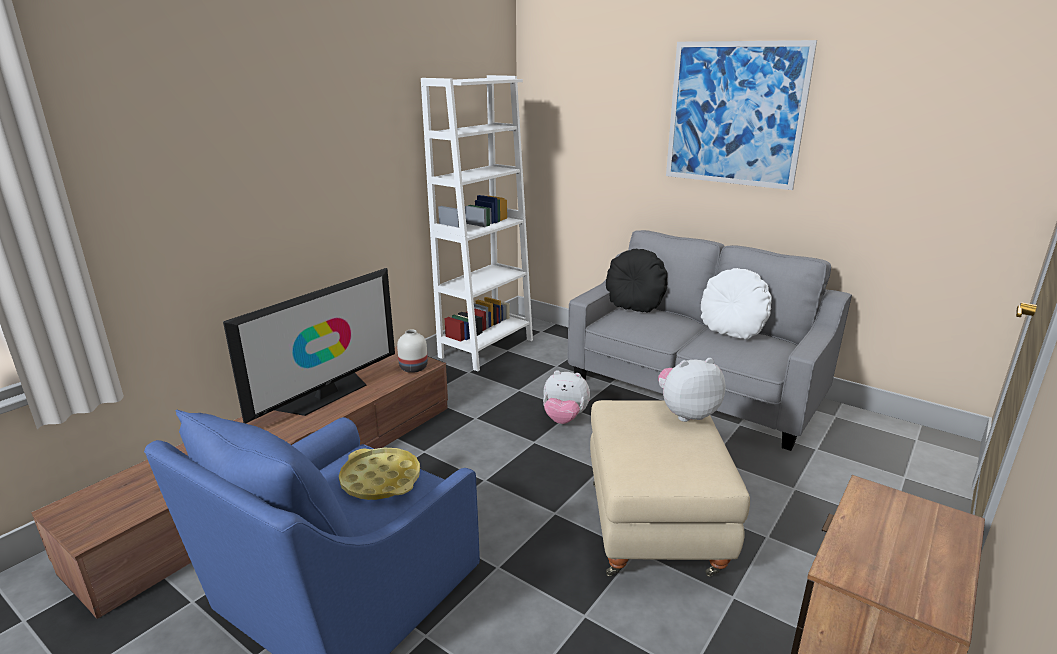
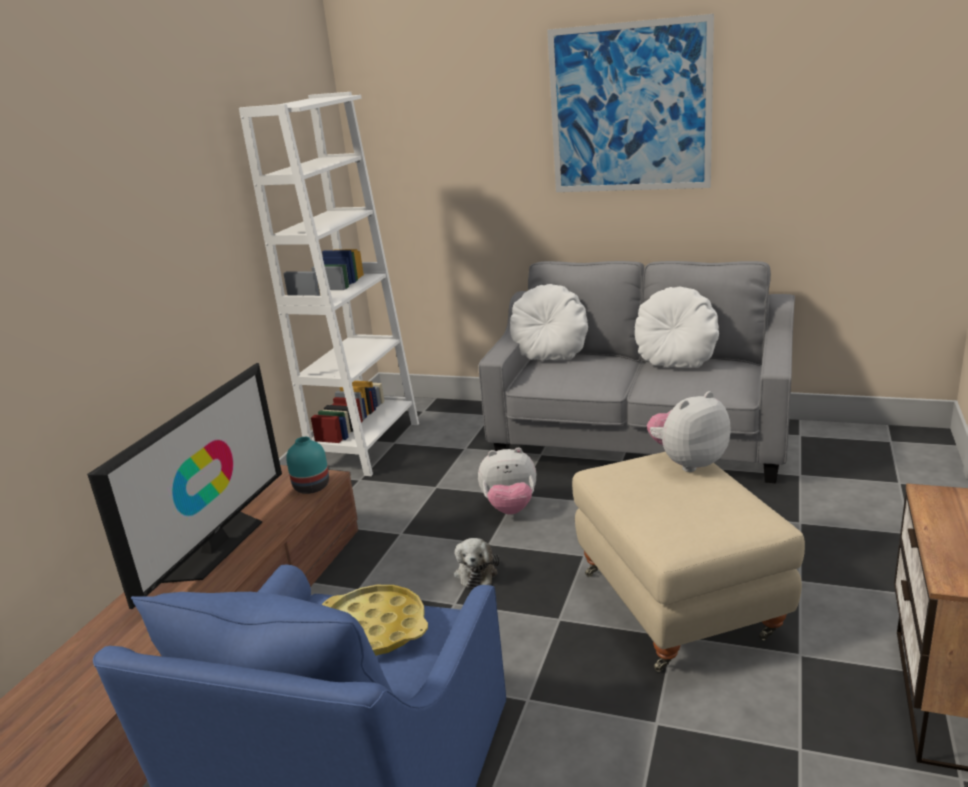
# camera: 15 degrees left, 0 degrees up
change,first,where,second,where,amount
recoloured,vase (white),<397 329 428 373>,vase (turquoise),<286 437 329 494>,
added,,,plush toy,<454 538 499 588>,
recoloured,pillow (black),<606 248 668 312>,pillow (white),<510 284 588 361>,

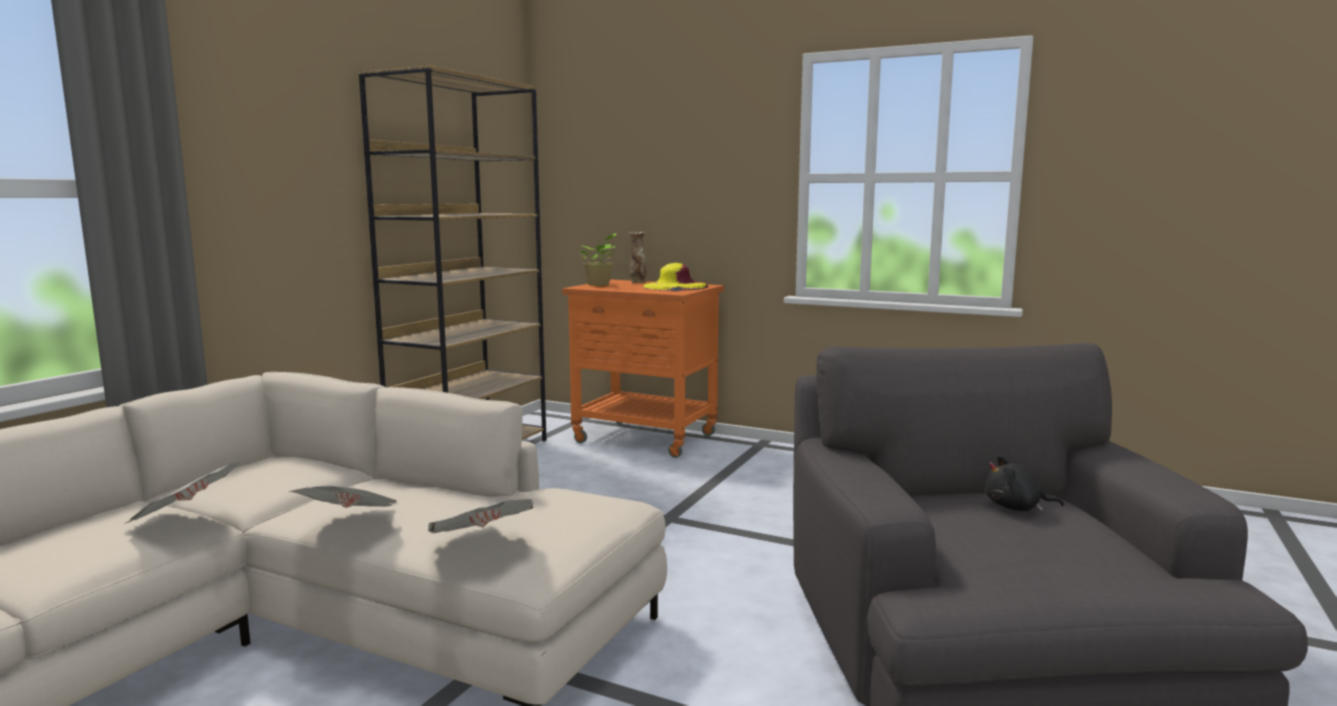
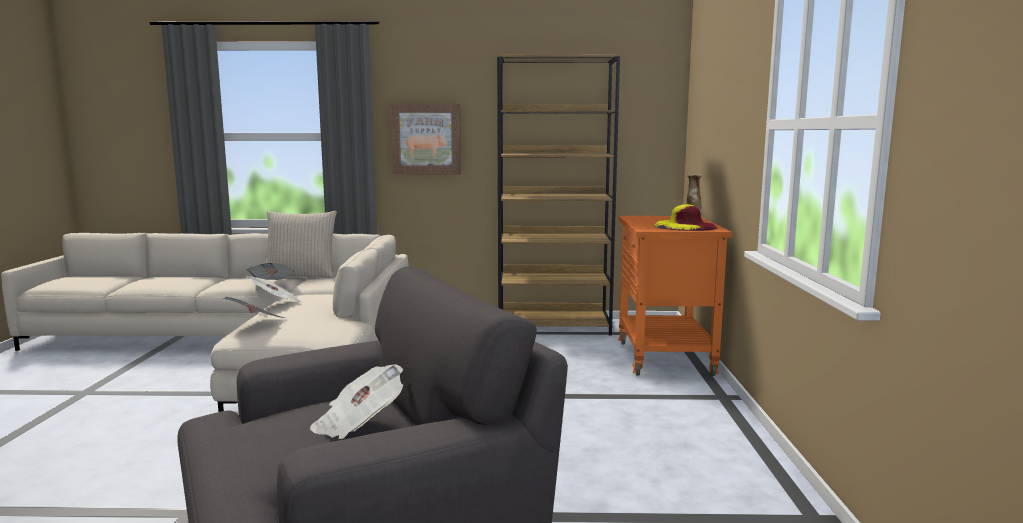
# camera: 65 degrees right, 0 degrees up
change,first,where,second,where,amount
added,,,pillow (beige),<266 211 337 278>,
replaced,plush toy (black),<985 455 1064 511>,newspaper,<310 364 403 439>,
added,,,picture,<390 104 461 174>,
removed,potted plant,<579 233 616 286>,,,

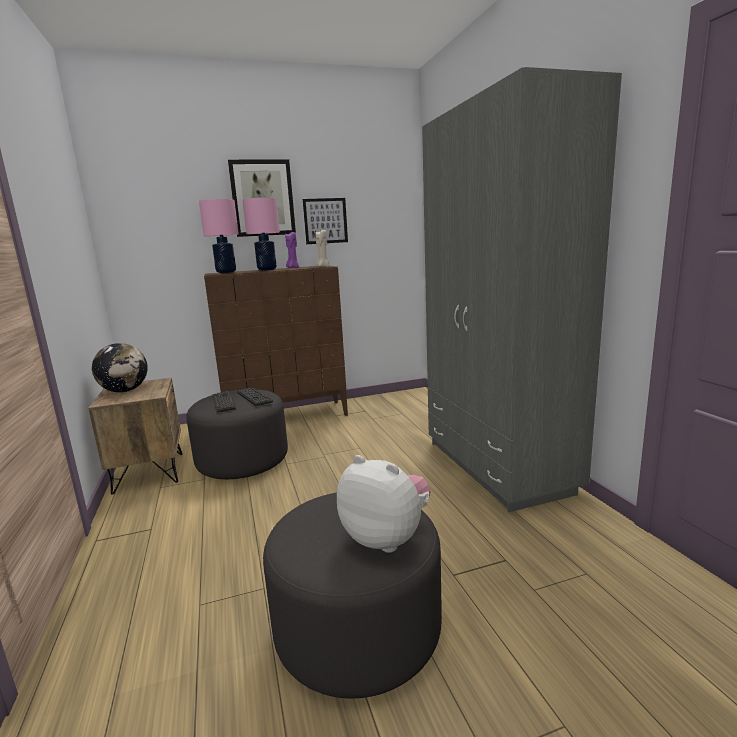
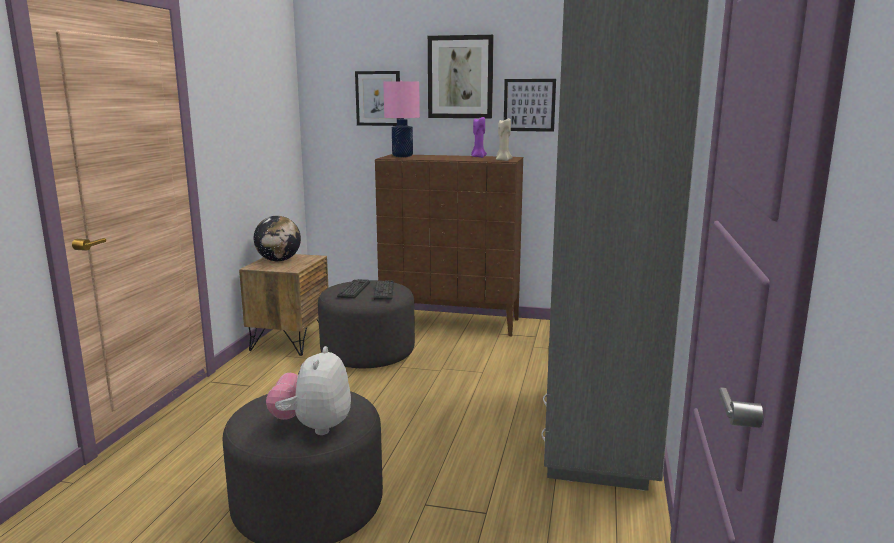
# camera: 30 degrees right, 0 degrees up
change,first,where,second,where,amount
turned,plush toy,<337 455 431 553>,,<266 346 351 435>,150 degrees counterclockwise
added,,,picture,<355 71 400 126>,
removed,table lamp (pink),<242 198 280 271>,,,

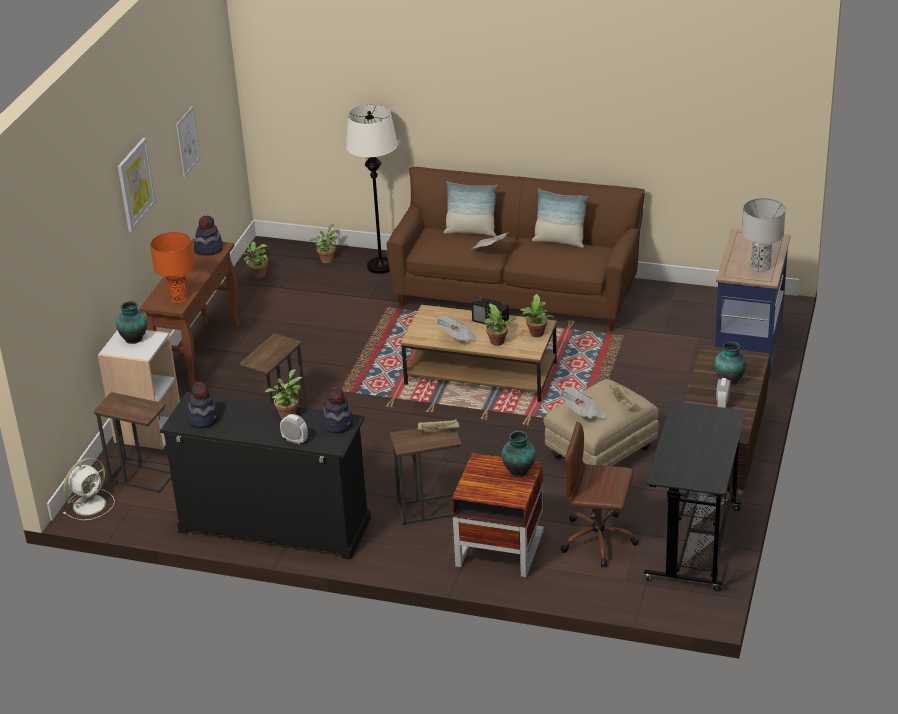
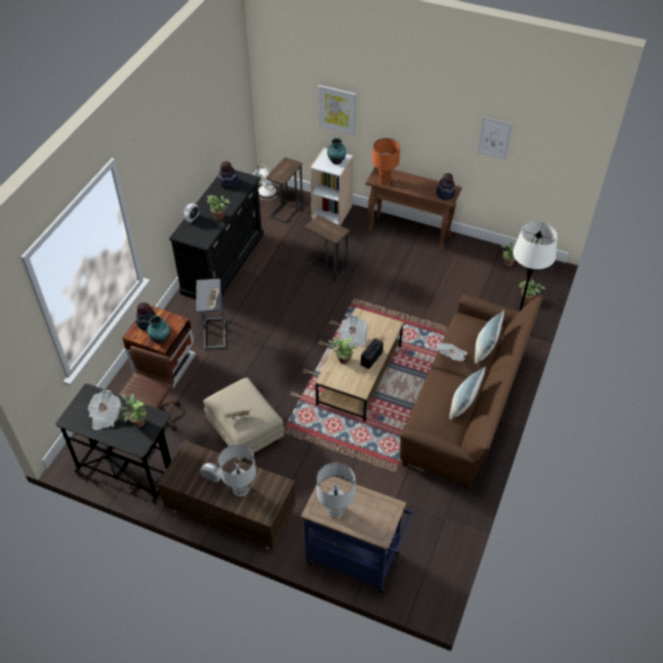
# camera: 95 degrees right, 15 degrees up
change,first,where,second,where,amount
moved,newspaper,<559 387 605 418>,,<88 390 121 430>,
moved,potted plant,<519 294 554 337>,,<121 394 146 427>,
moved,hat,<322 387 354 433>,,<136 302 157 331>,
recoloured,side table (brown),<390 428 461 525>,side table (grey),<196 279 225 349>,
replaced,vase,<715 342 746 385>,table lamp (white),<218 444 256 497>,
moved,picture,<118 138 156 232>,,<318 85 356 135>,

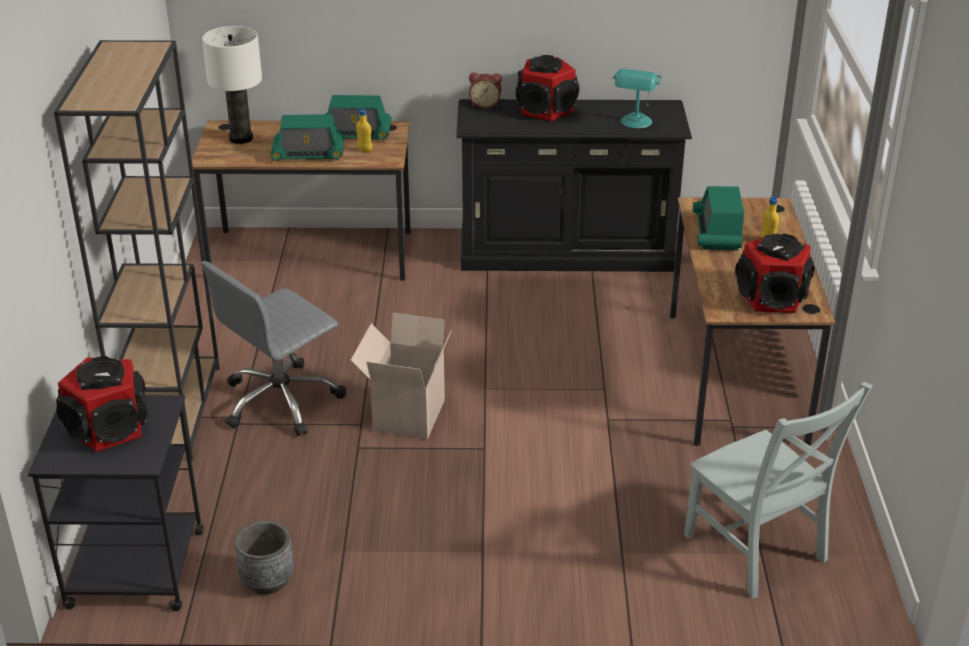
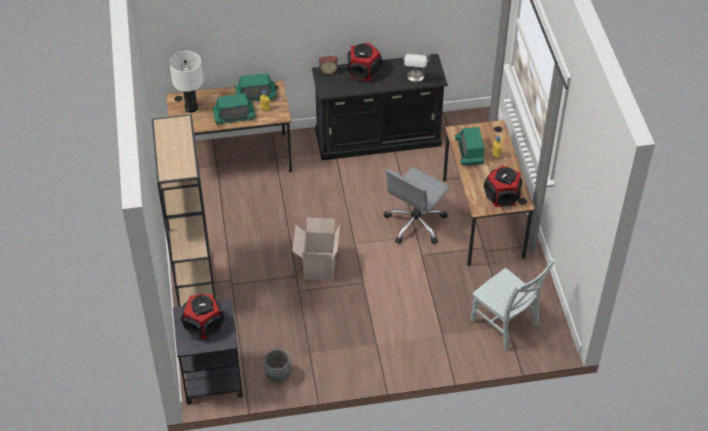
# camera: 10 degrees left, 15 degrees up
change,first,where,second,where,amount
moved,office chair (grey),<201 261 346 436>,,<384 167 450 244>,
recoloured,table lamp (turquoise),<613 69 662 128>,table lamp (white),<403 53 430 82>,

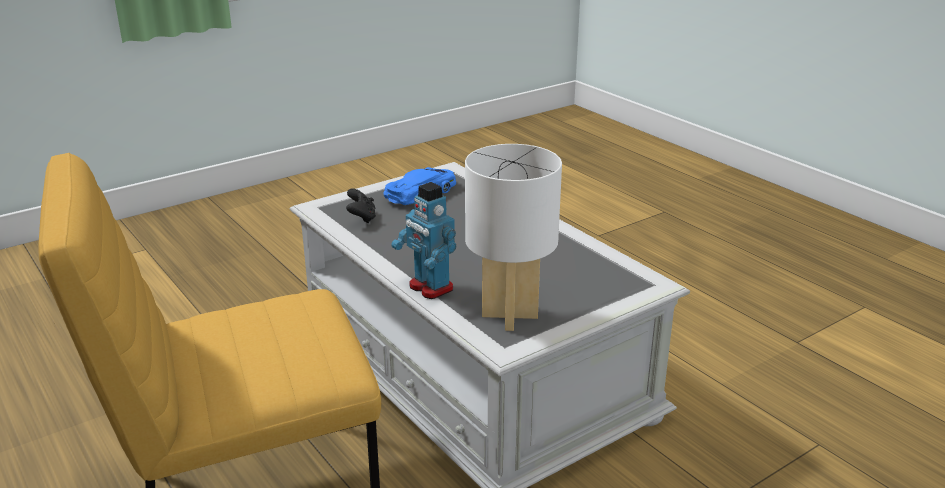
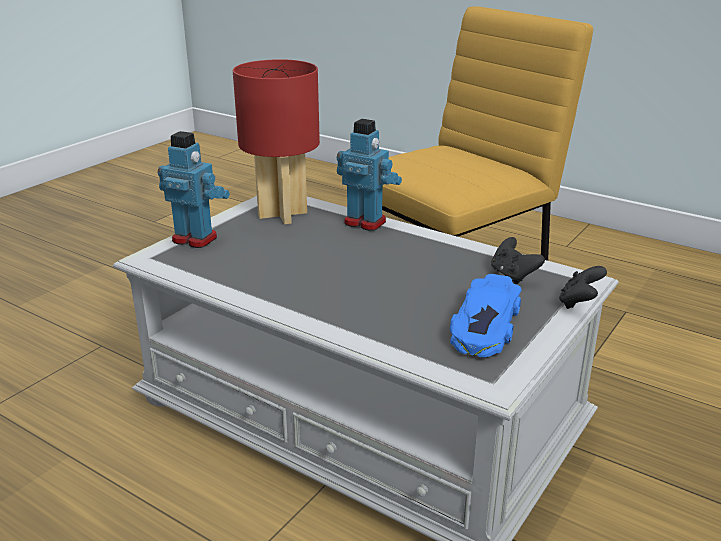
# camera: 160 degrees right, 0 degrees up
change,first,where,second,where,amount
added,,,toy robot,<158 131 230 248>,
recoloured,table lamp (white),<465 144 562 331>,table lamp (red),<233 59 320 224>,
added,,,game controller (black),<559 266 607 309>,

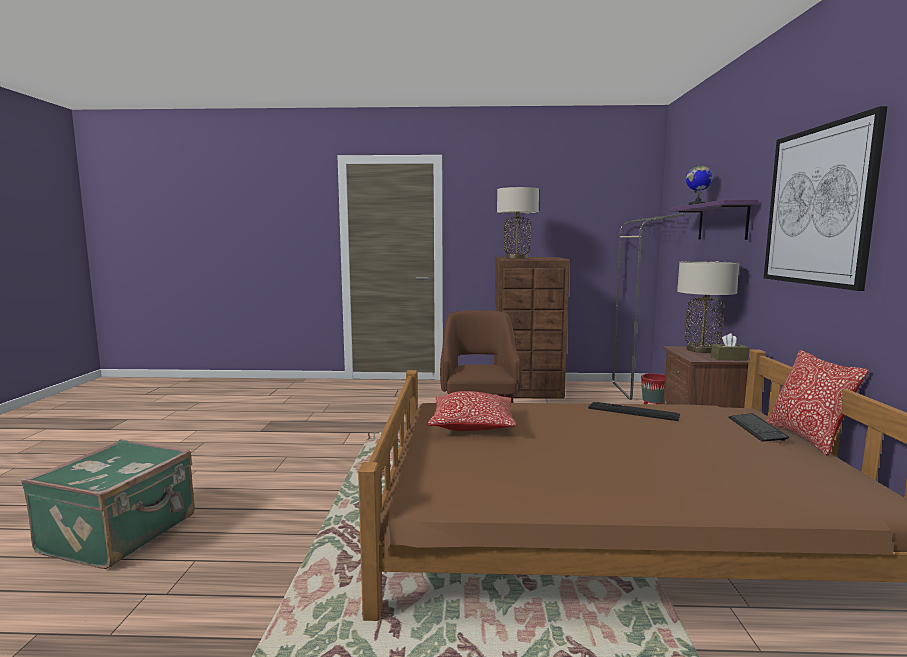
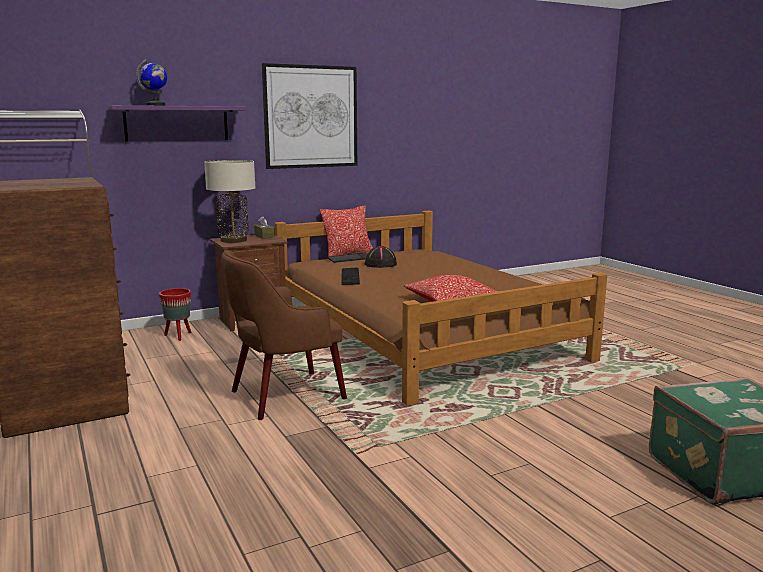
# camera: 120 degrees left, 5 degrees up
change,first,where,second,where,amount
added,,,hat (black),<364 246 397 268>,
removed,table lamp,<497 187 539 259>,,,

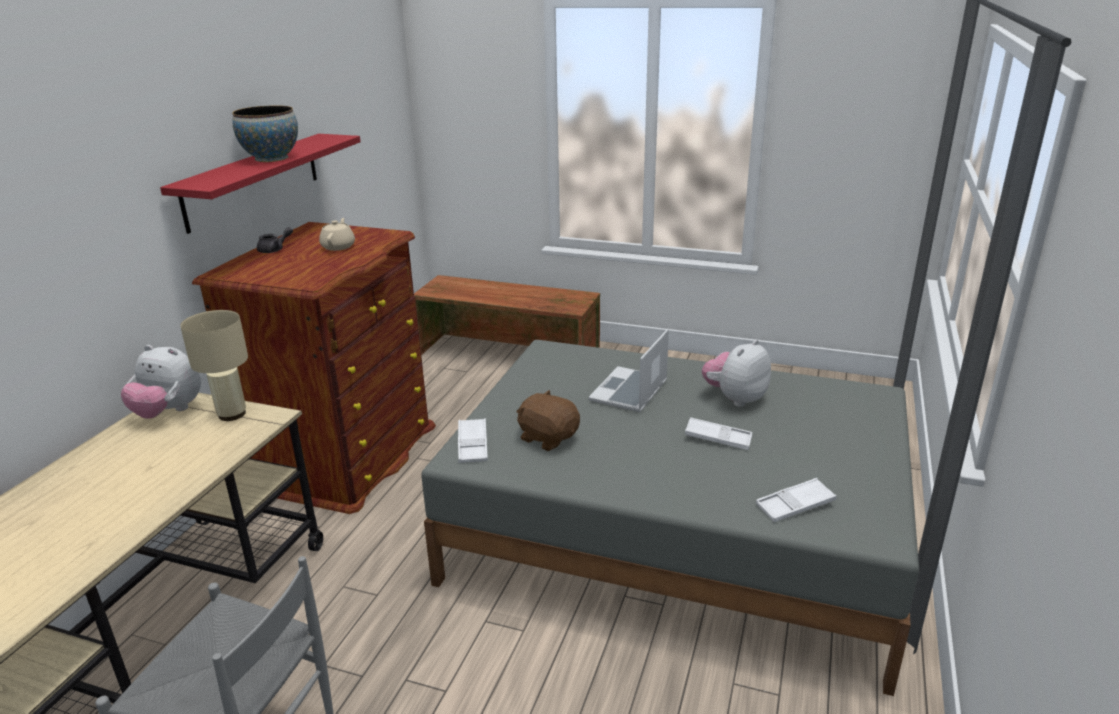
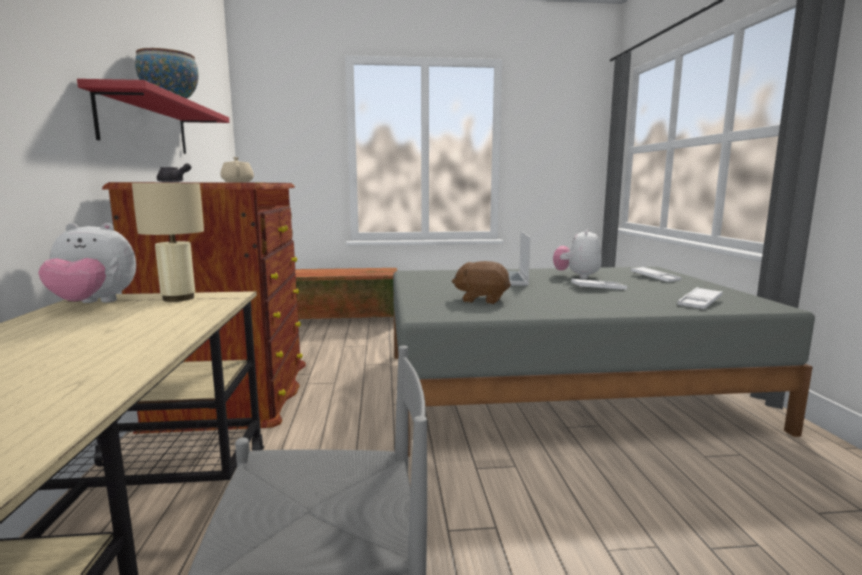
# camera: 25 degrees left, 15 degrees down
change,first,where,second,where,amount
moved,tray (white),<458 419 488 463>,,<631 267 681 282>,

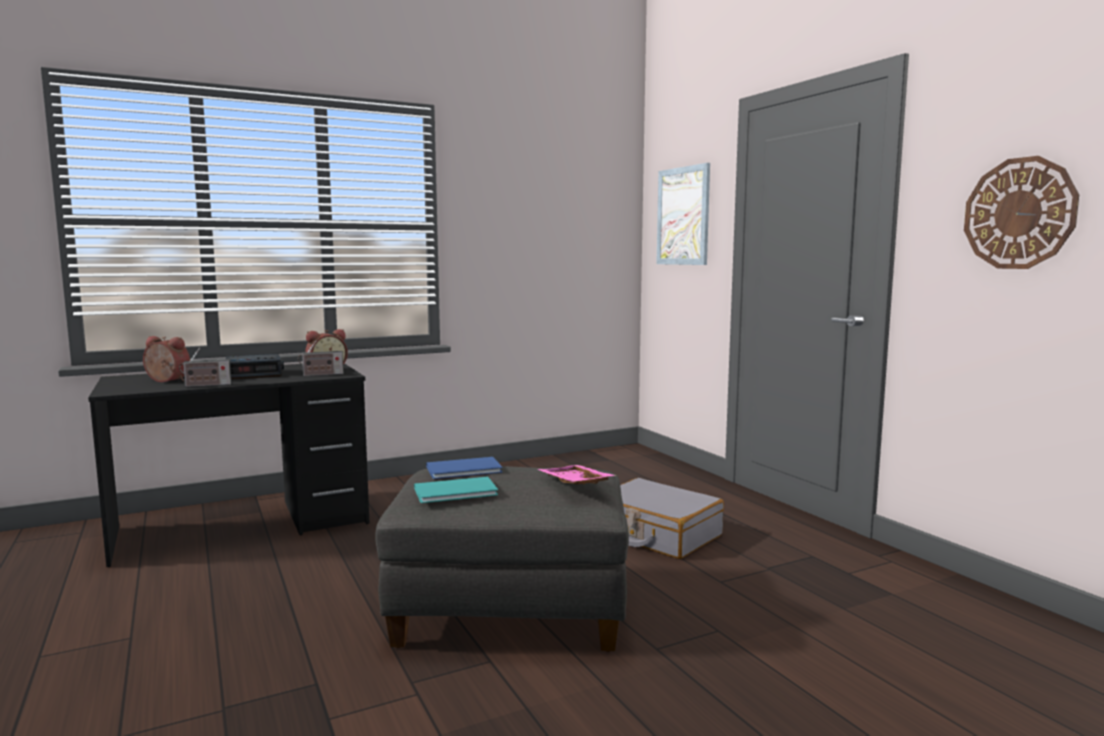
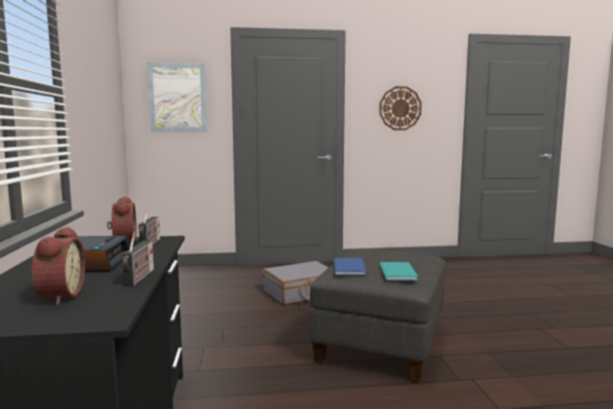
# camera: 70 degrees left, 0 degrees up
change,first,where,second,where,amount
turned,alarm clock,<143 336 190 382>,,<30 227 85 305>,135 degrees clockwise
removed,tray (pink),<538 465 617 484>,,,

